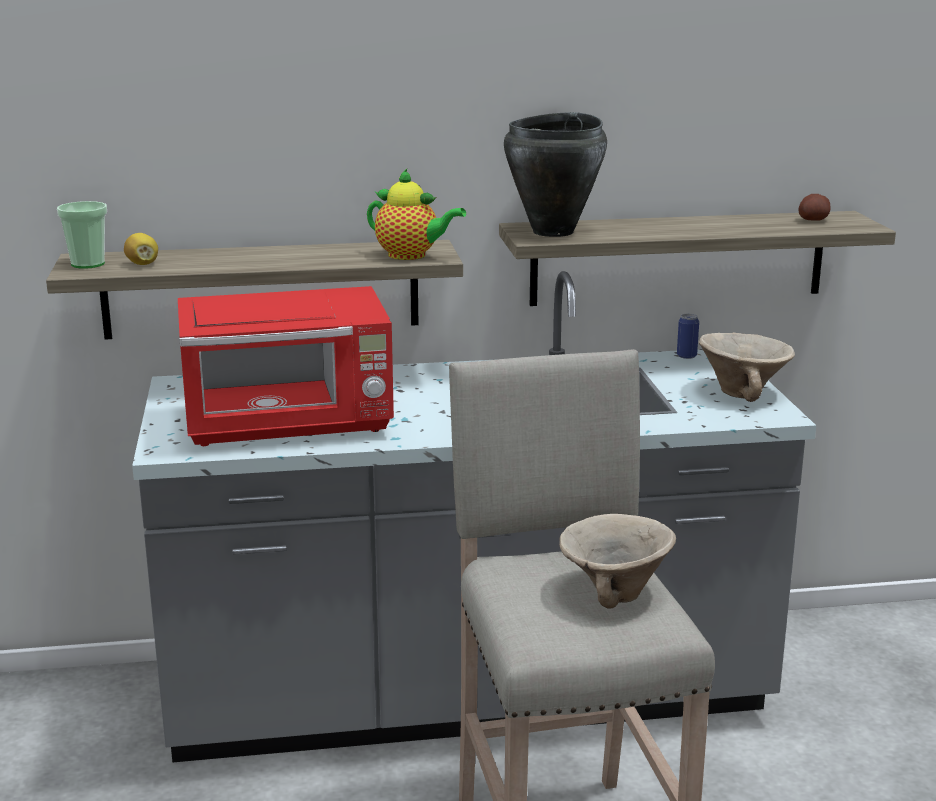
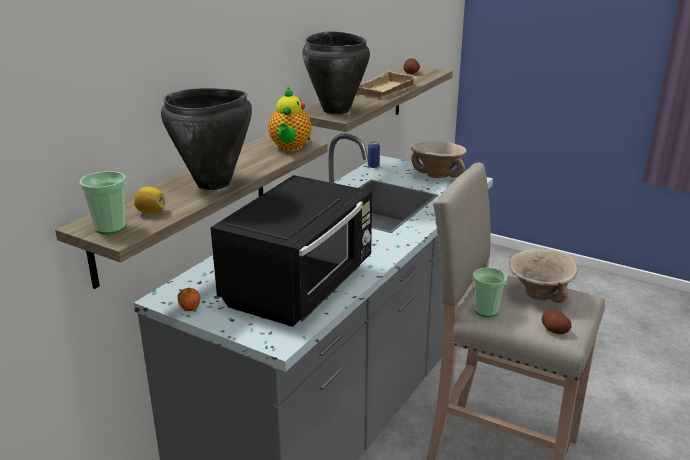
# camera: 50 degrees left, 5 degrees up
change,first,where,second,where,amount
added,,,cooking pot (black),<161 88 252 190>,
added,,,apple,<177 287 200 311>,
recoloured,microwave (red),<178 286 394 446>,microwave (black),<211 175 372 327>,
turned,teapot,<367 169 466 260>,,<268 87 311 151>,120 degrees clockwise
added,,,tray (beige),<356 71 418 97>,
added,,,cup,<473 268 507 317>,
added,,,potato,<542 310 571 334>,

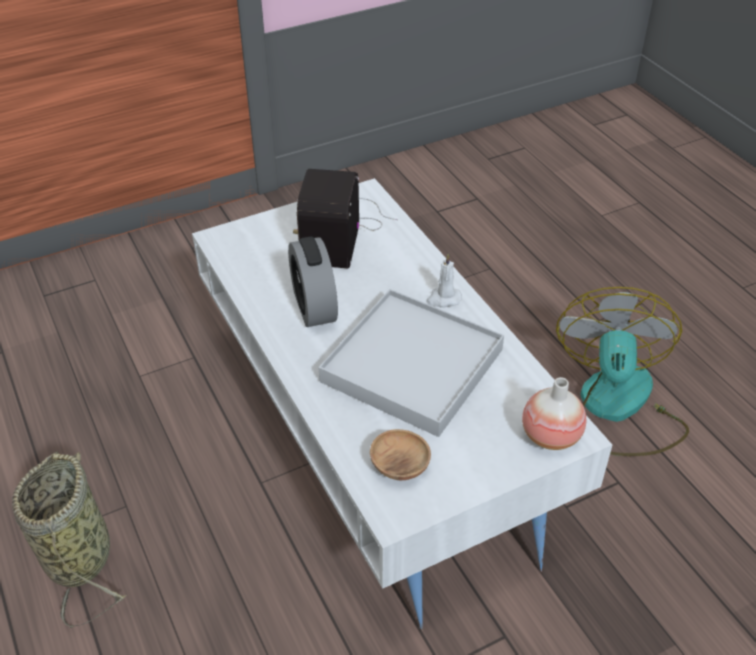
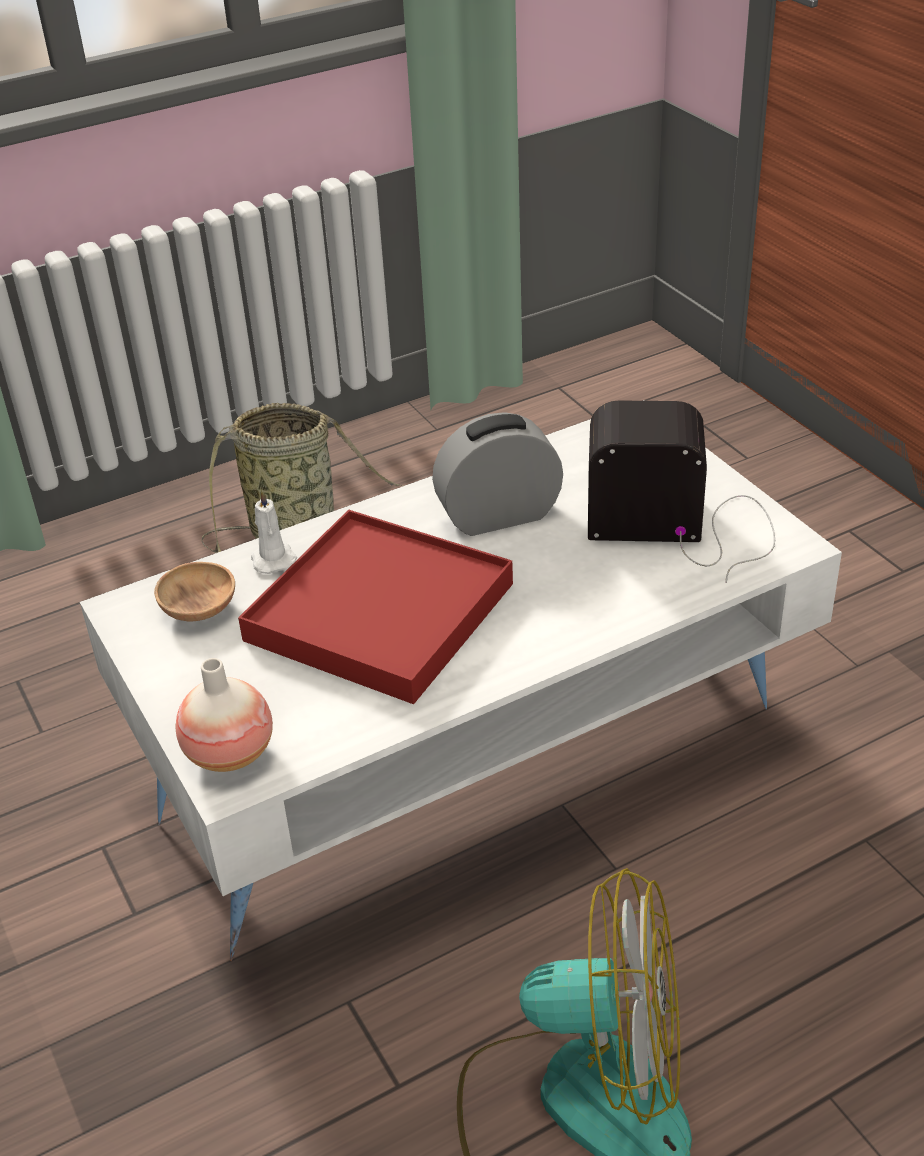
# camera: 90 degrees right, 5 degrees down
change,first,where,second,where,amount
recoloured,tray (white),<319 289 504 437>,tray (red),<238 510 513 704>,
moved,candle (white),<426 254 462 308>,,<251 489 297 574>,

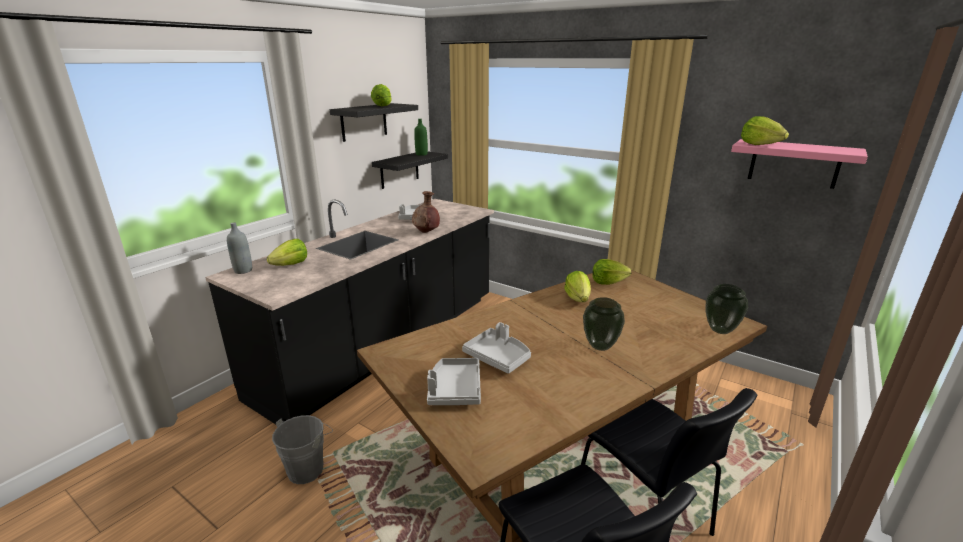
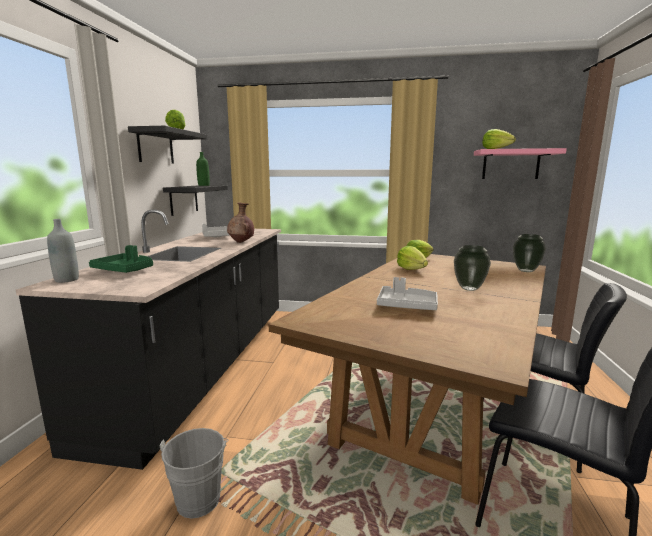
# camera: 25 degrees left, 10 degrees down
change,first,where,second,where,amount
replaced,lettuce,<267 239 307 266>,tray (green),<89 245 153 273>,
removed,tray (grey),<427 358 481 405>,,,

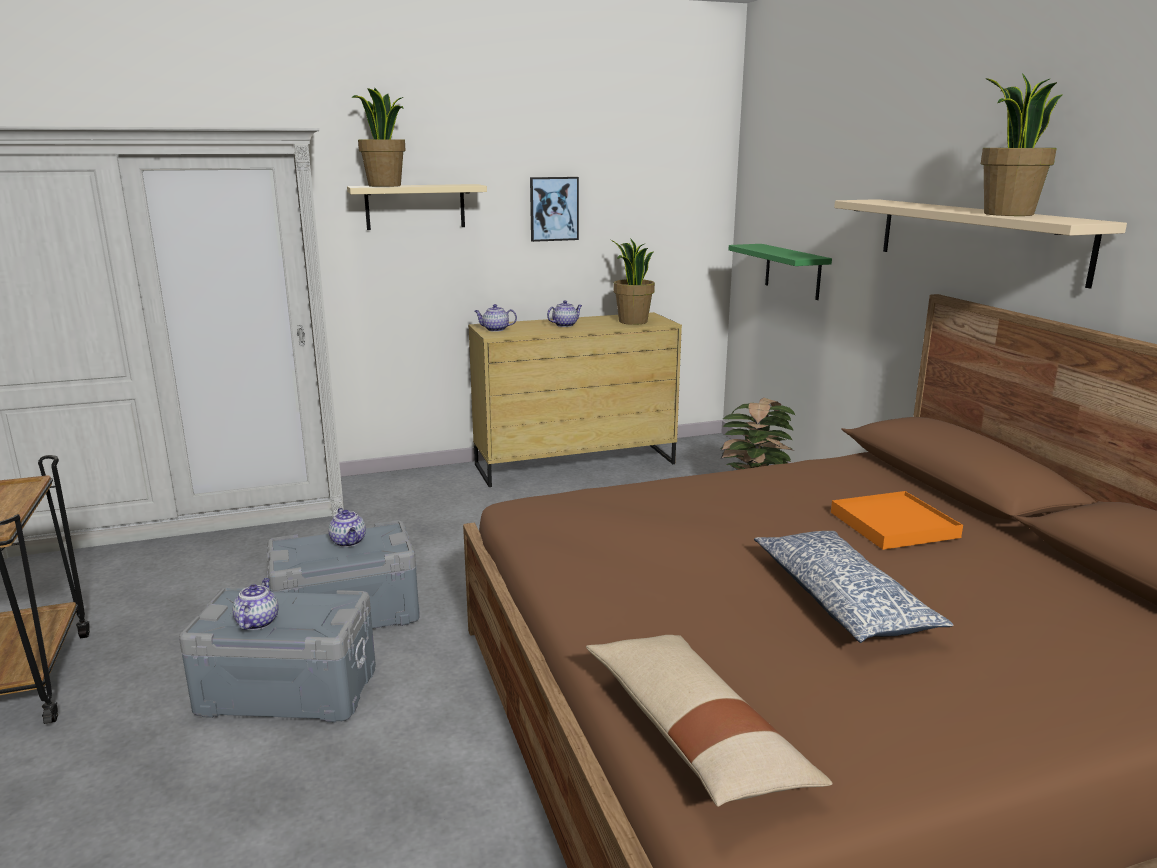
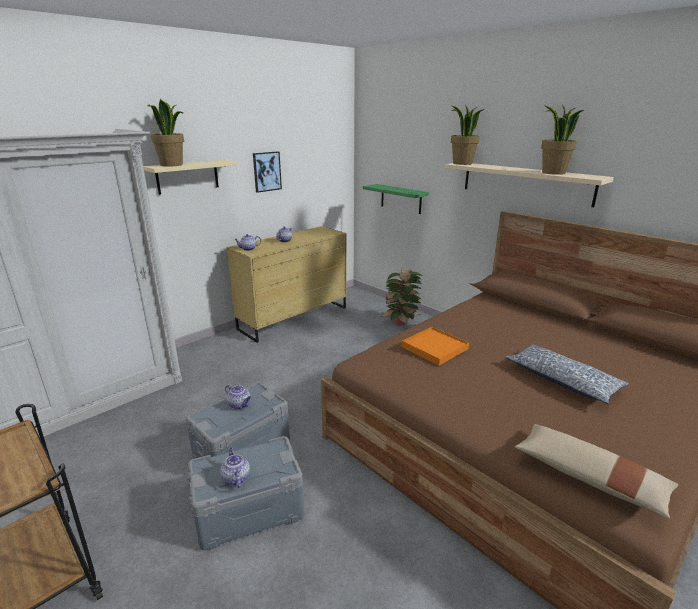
# camera: 25 degrees left, 5 degrees up
change,first,where,second,where,amount
moved,tray (orange),<831 491 963 550>,,<402 327 469 365>,
moved,potted plant,<610 238 655 325>,,<451 105 485 165>,

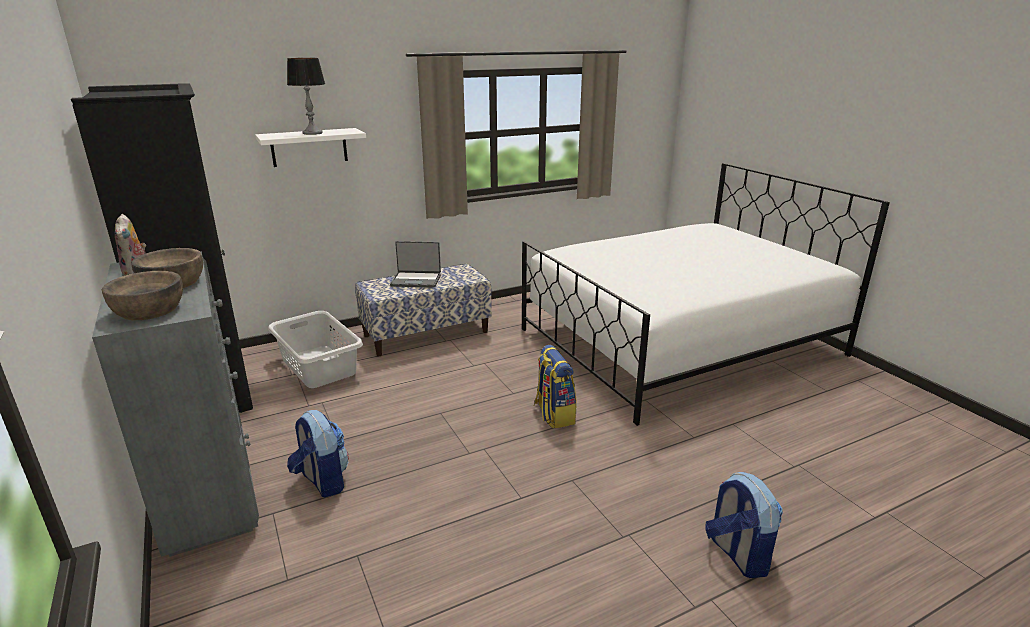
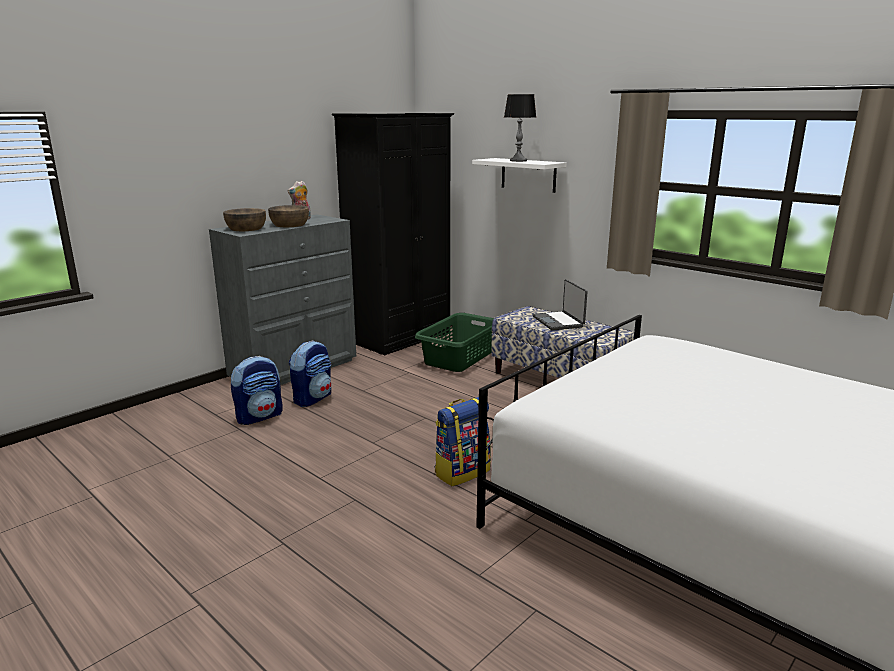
# camera: 70 degrees right, 5 degrees down
change,first,where,second,where,amount
moved,backpack,<706 472 783 578>,,<231 356 283 425>,
recoloured,laundry basket (grey),<268 311 363 388>,laundry basket (green),<415 313 494 372>,

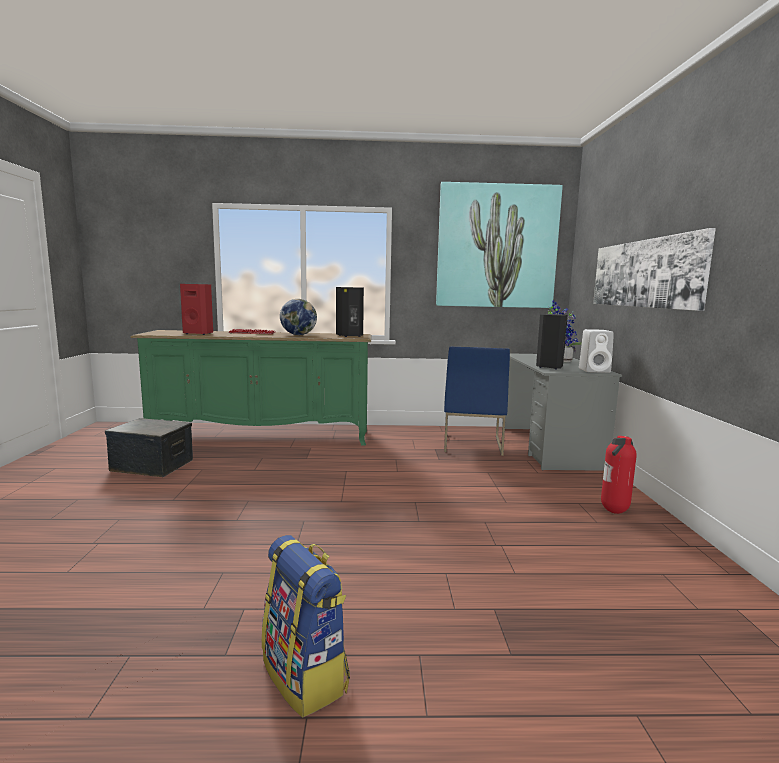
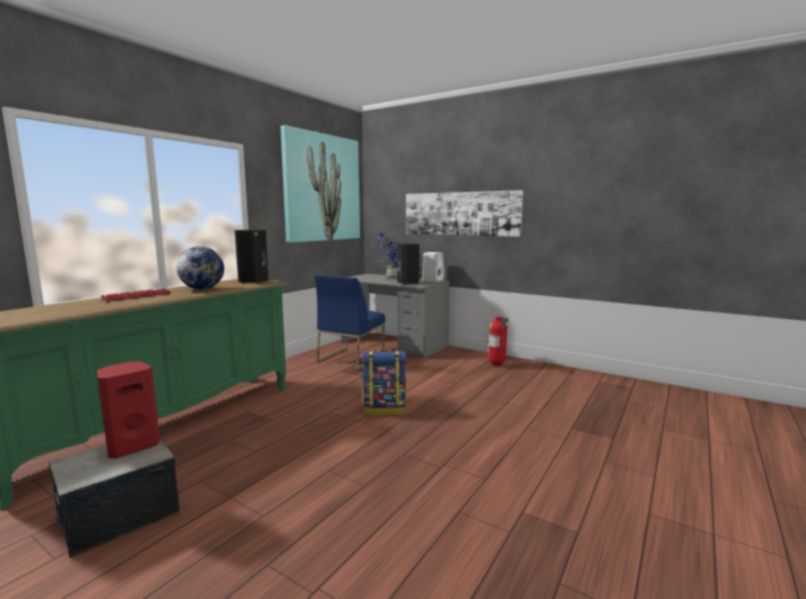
# camera: 55 degrees left, 0 degrees up
change,first,where,second,where,amount
moved,speaker (red),<180 284 213 335>,,<97 361 160 459>,
turned,chair (blue),<444 346 510 456>,,<315 275 385 370>,75 degrees clockwise
moved,backpack,<262 535 350 717>,,<362 349 406 416>,

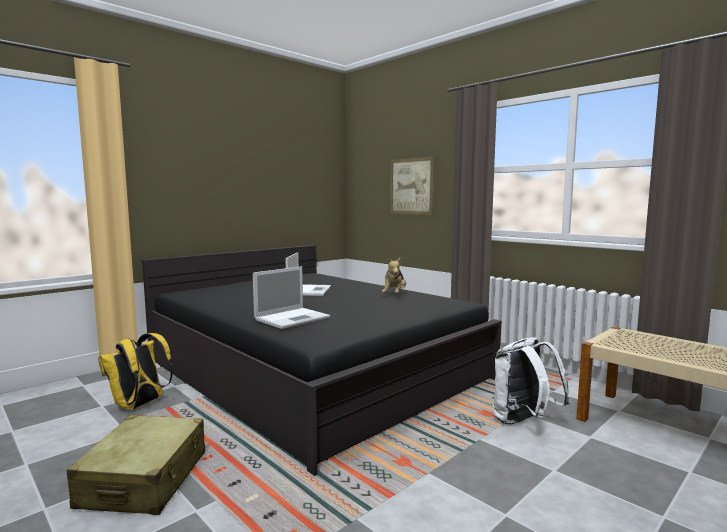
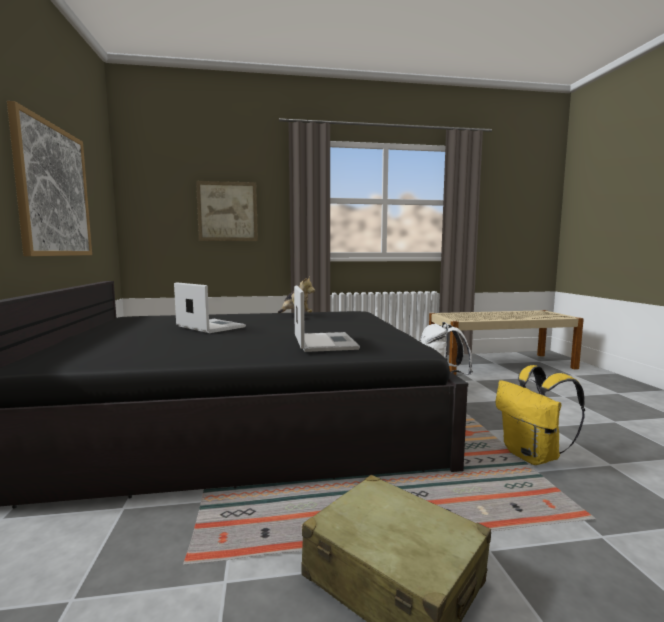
# camera: 55 degrees left, 0 degrees up
change,first,where,second,where,amount
added,,,picture,<7 101 92 256>,
moved,backpack (yellow),<98 333 173 410>,,<495 365 585 465>,

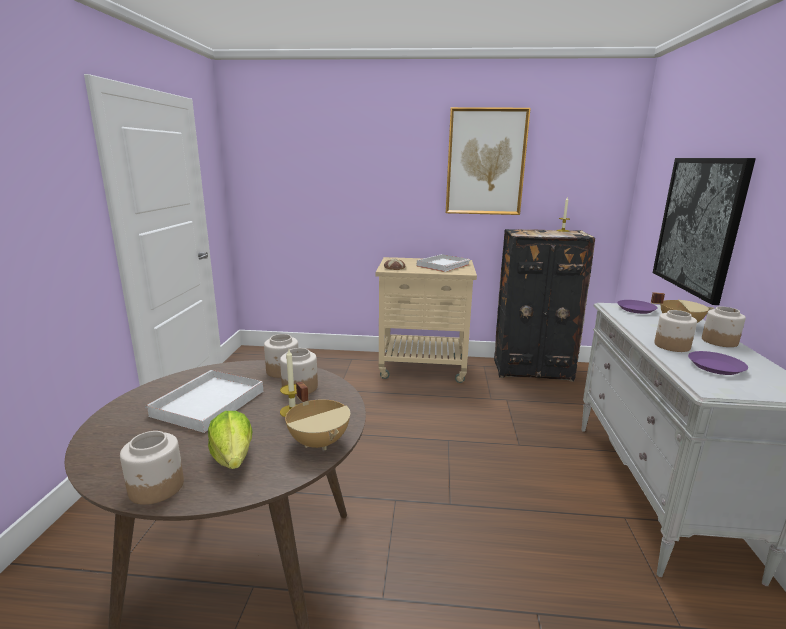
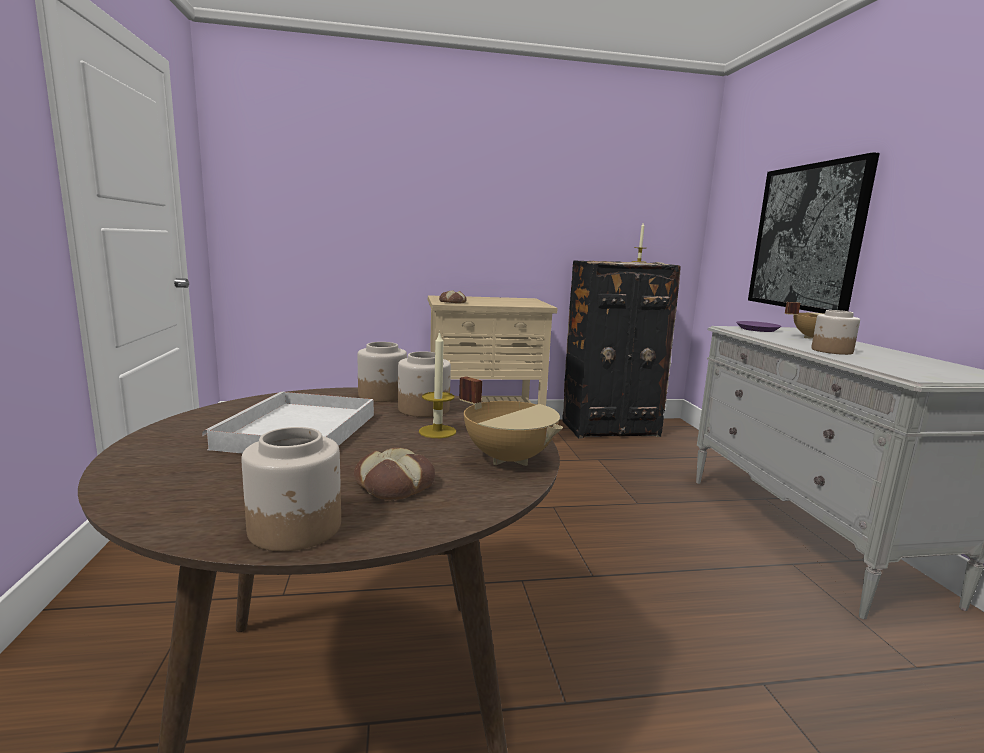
# camera: 15 degrees left, 5 degrees down
change,first,where,second,where,amount
replaced,lettuce,<208 411 252 469>,bread,<354 447 435 500>,
removed,tray (white),<417 254 470 272>,,,
removed,picture,<446 107 531 215>,,,
removed,plate (purple),<688 351 748 375>,,,
removed,jar,<702 306 746 347>,,,

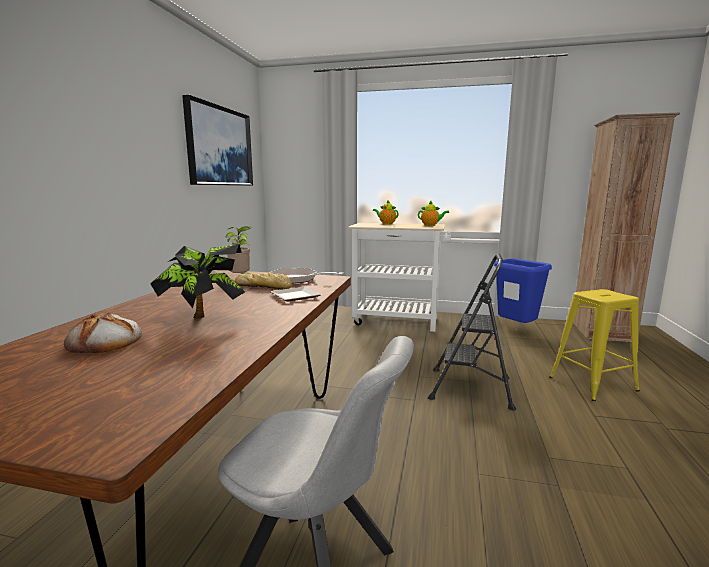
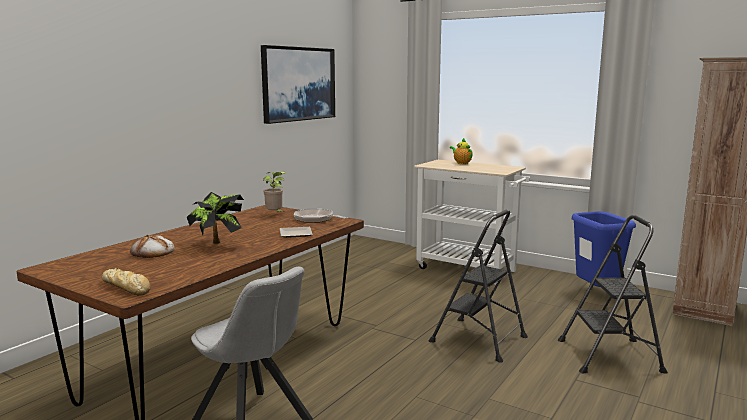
# camera: 20 degrees right, 0 degrees up
change,first,where,second,where,amount
moved,bread,<235 272 292 290>,,<102 268 151 296>,
replaced,stool (yellow),<549 289 640 401>,step ladder (black),<558 215 668 374>,
removed,teapot,<418 201 449 226>,,,

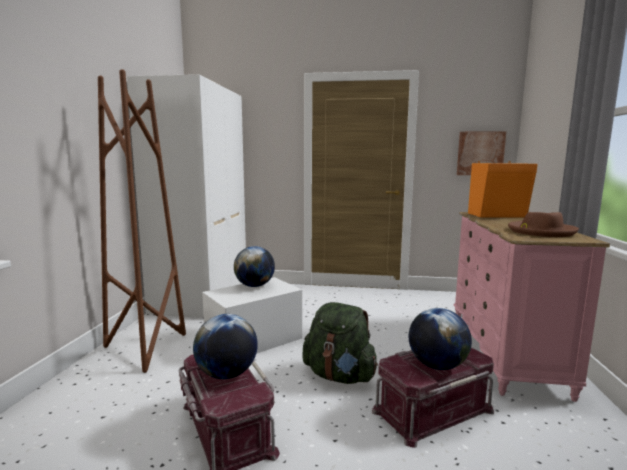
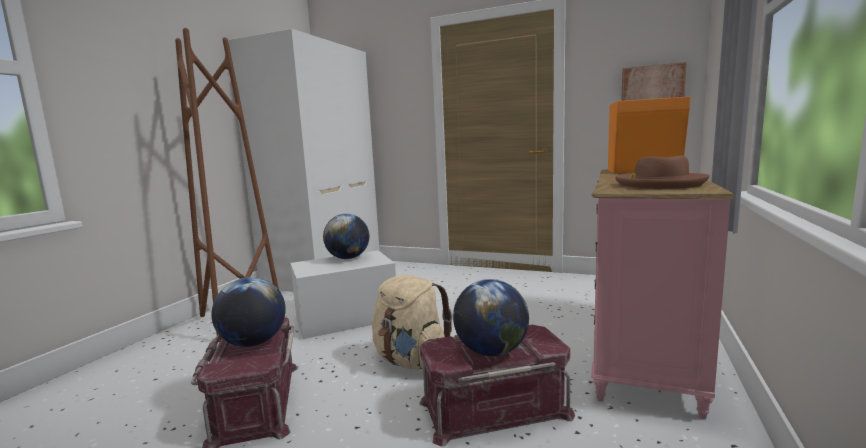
# camera: 15 degrees right, 0 degrees up
change,first,where,second,where,amount
recoloured,backpack (green),<302 302 378 384>,backpack (beige),<372 275 453 370>,

